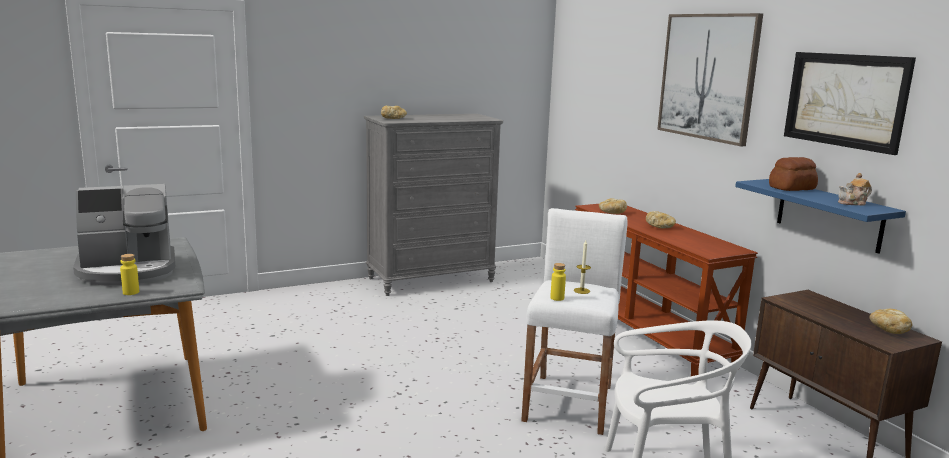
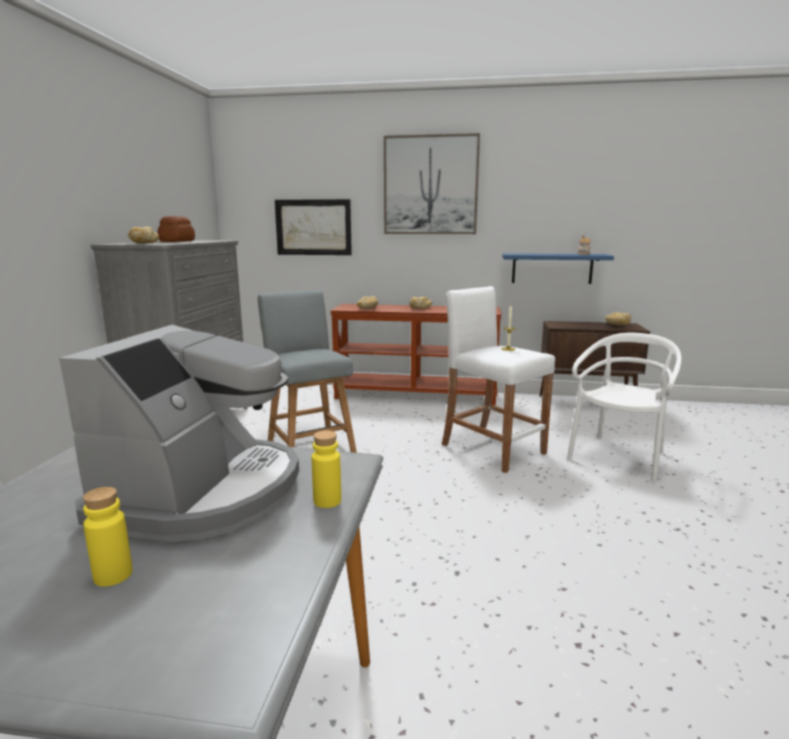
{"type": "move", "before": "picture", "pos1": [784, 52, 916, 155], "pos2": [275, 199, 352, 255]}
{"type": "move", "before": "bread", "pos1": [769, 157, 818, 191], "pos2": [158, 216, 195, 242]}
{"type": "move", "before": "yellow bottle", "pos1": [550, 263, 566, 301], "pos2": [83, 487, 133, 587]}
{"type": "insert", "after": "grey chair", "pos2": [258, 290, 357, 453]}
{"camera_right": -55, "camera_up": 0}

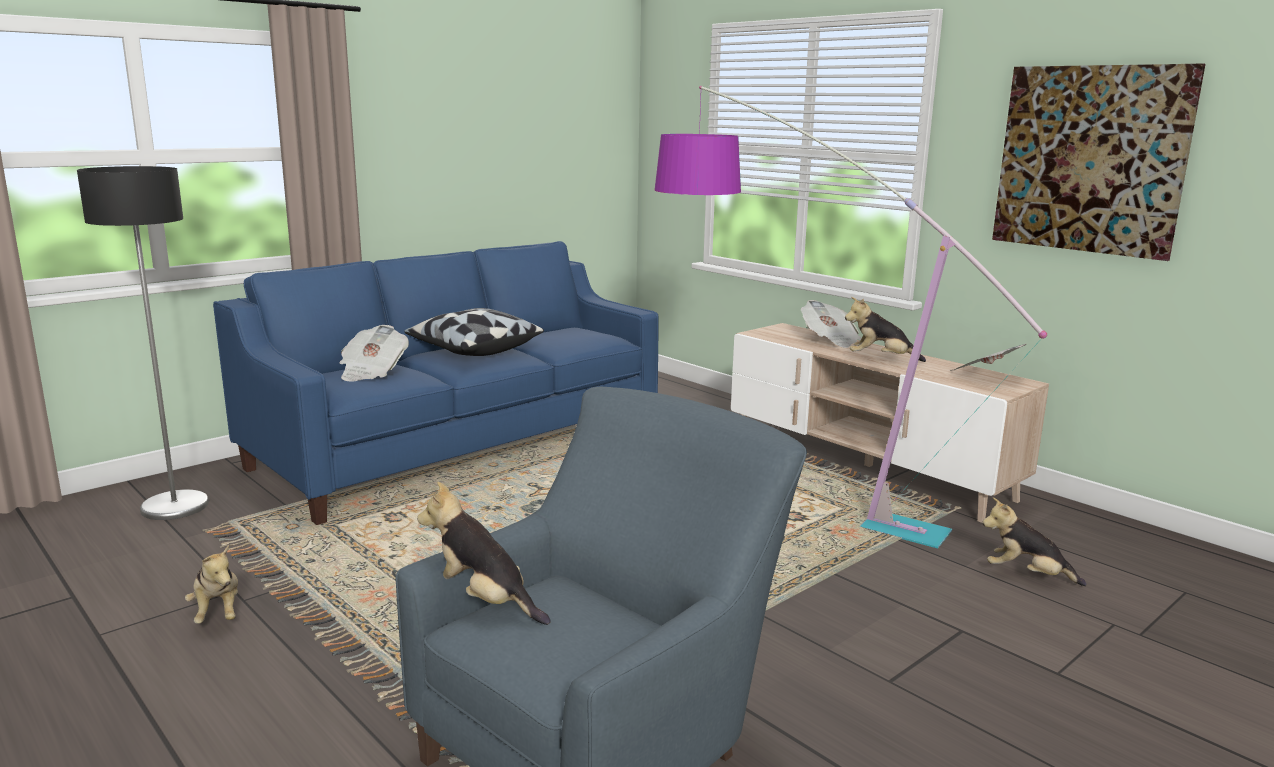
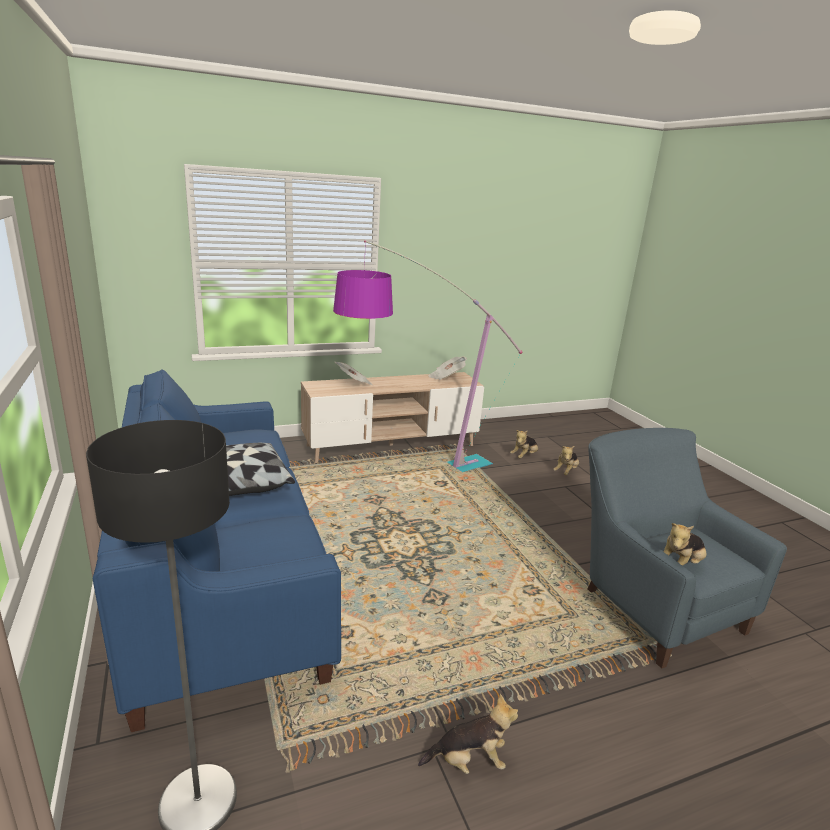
{"type": "delete", "before": "picture", "pos1": [992, 64, 1206, 261]}
{"type": "move", "before": "plush toy", "pos1": [845, 297, 926, 362], "pos2": [553, 446, 579, 475]}
{"type": "delete", "before": "newspaper", "pos1": [340, 325, 409, 382]}
{"camera_right": -70, "camera_up": 5}

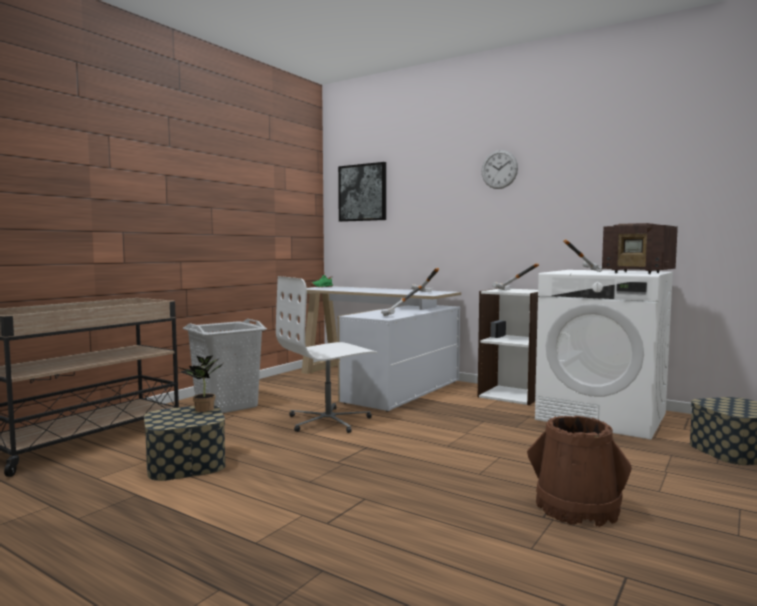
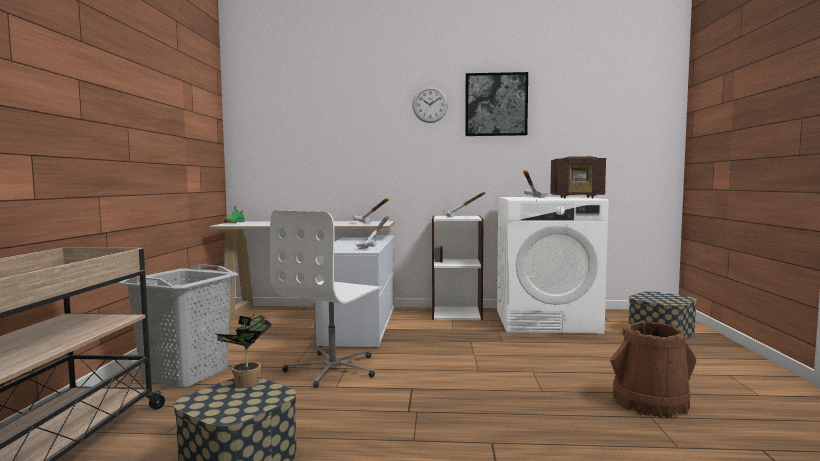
{"type": "move", "before": "picture", "pos1": [338, 162, 386, 222], "pos2": [465, 72, 528, 136]}
{"camera_right": -30, "camera_up": 0}

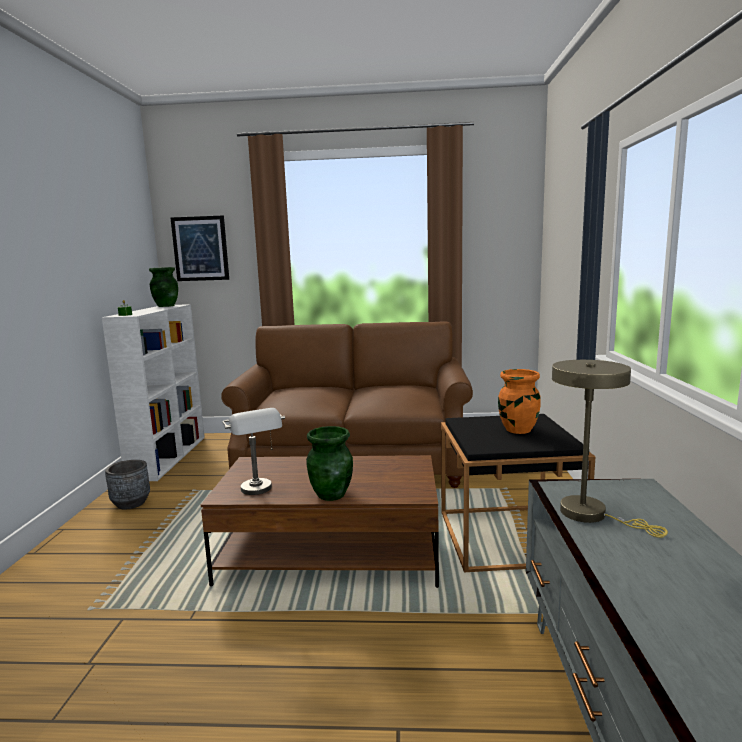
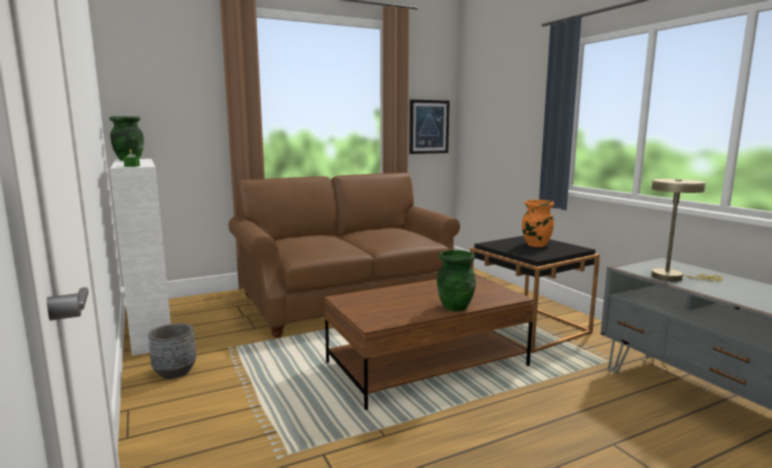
{"type": "move", "before": "picture", "pos1": [170, 215, 229, 281], "pos2": [409, 99, 450, 154]}
{"type": "delete", "before": "grey table lamp", "pos1": [222, 408, 285, 495]}
{"camera_right": -30, "camera_up": 0}

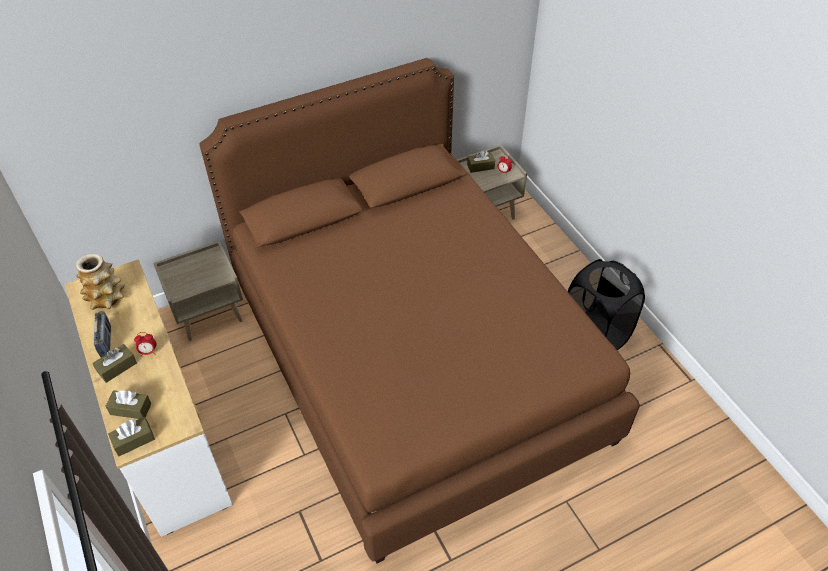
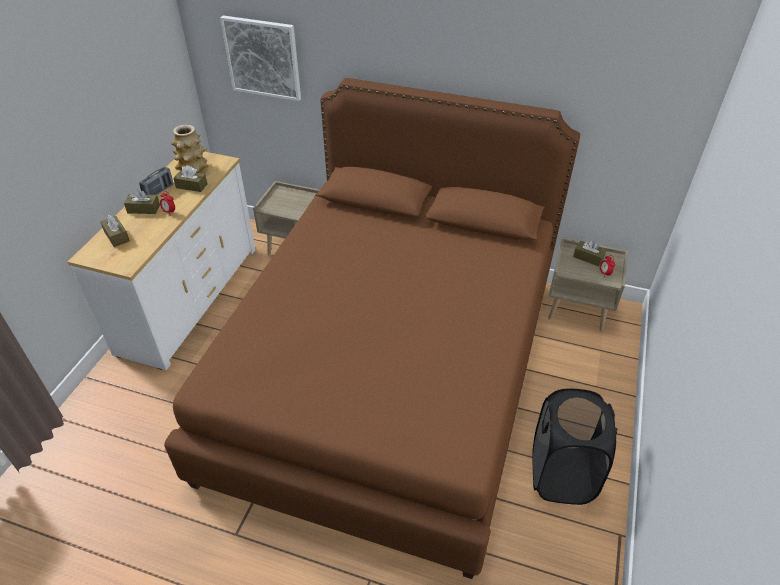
{"type": "move", "before": "brown tissue box", "pos1": [108, 417, 155, 456], "pos2": [173, 165, 208, 192]}
{"type": "insert", "after": "picture", "pos2": [220, 15, 301, 101]}
{"camera_right": 45, "camera_up": -5}

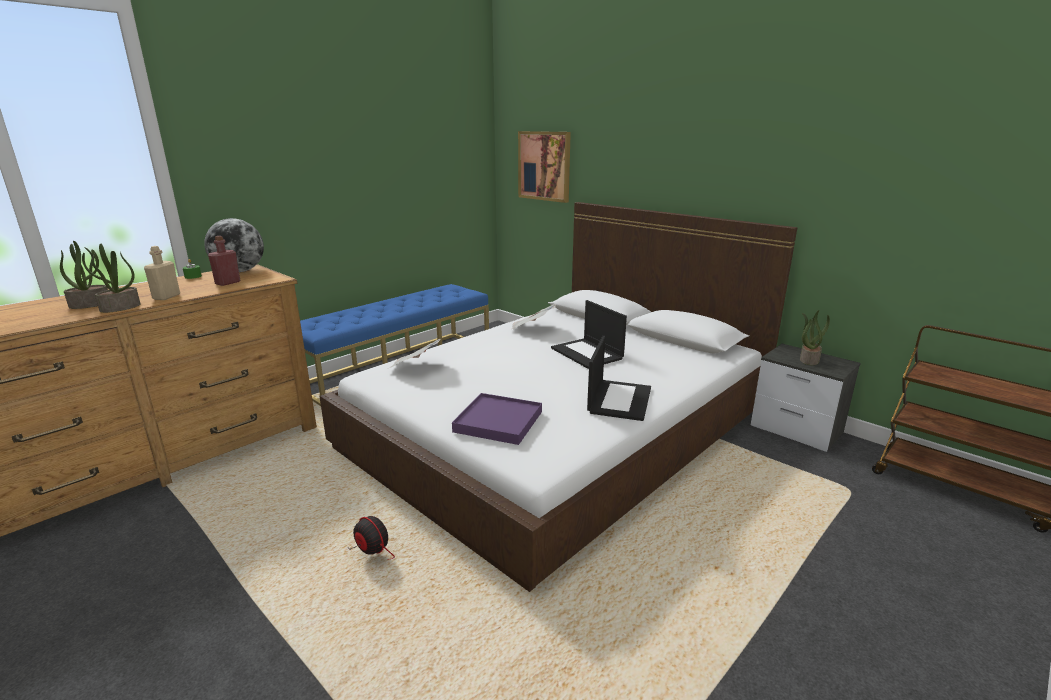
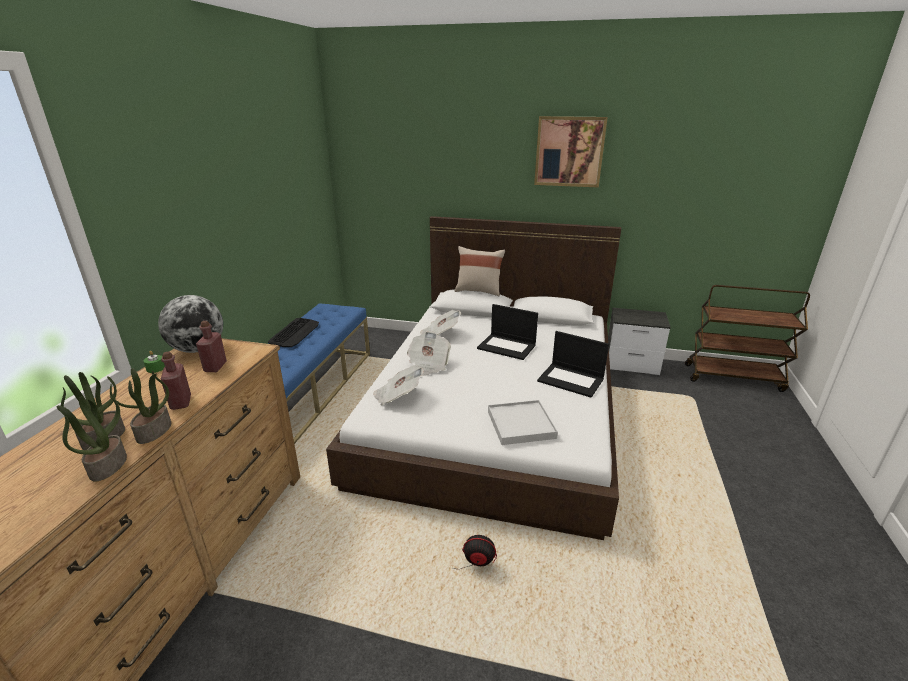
{"type": "move", "before": "picture", "pos1": [518, 131, 571, 203], "pos2": [534, 116, 608, 188]}
{"type": "recolor", "before": "beige bottle", "after": "red bottle", "pos1": [144, 246, 180, 300], "pos2": [161, 352, 191, 410]}
{"type": "move", "before": "potted plant", "pos1": [800, 310, 830, 365], "pos2": [56, 396, 127, 482]}
{"type": "rotate", "before": "laptop", "pos1": [587, 336, 651, 421], "pos2": [537, 331, 609, 398], "turn": 135}
{"type": "recolor", "before": "purple tray", "after": "white tray", "pos1": [452, 393, 542, 445], "pos2": [488, 400, 558, 445]}
{"type": "insert", "after": "beige pillow", "pos2": [455, 246, 505, 296]}
{"type": "insert", "after": "keyboard", "pos2": [268, 318, 319, 347]}
{"type": "insert", "after": "newspaper", "pos2": [407, 331, 451, 376]}
{"camera_right": -30, "camera_up": 5}

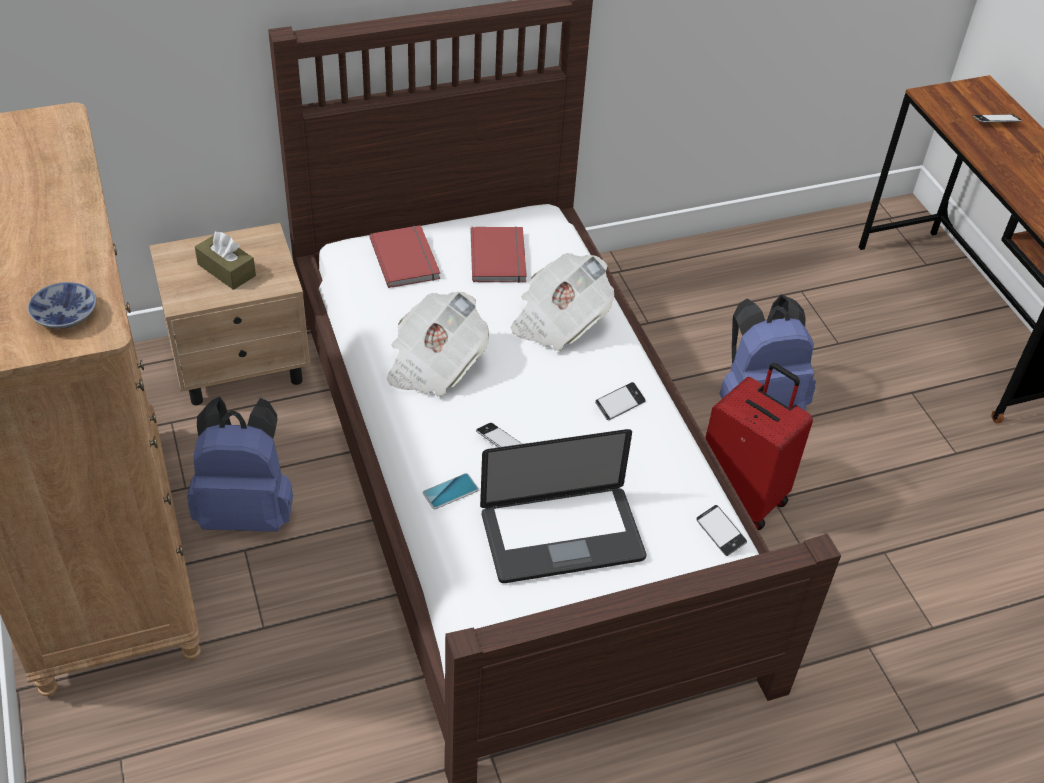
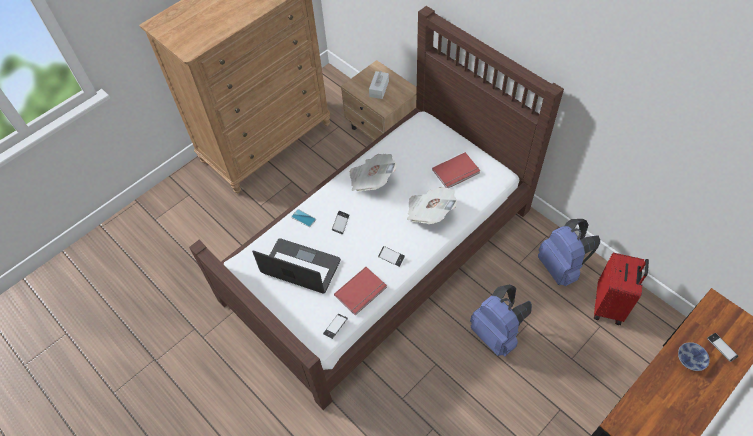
{"type": "move", "before": "red book", "pos1": [370, 225, 440, 288], "pos2": [334, 267, 387, 315]}
{"type": "recolor", "before": "brown tissue box", "after": "white tissue box", "pos1": [195, 232, 256, 290], "pos2": [369, 71, 389, 99]}
{"type": "move", "before": "bowl", "pos1": [28, 282, 96, 329], "pos2": [678, 342, 710, 371]}
{"type": "move", "before": "red suitcase", "pos1": [705, 363, 813, 530], "pos2": [594, 253, 649, 325]}
{"type": "move", "before": "blue backpack", "pos1": [187, 396, 293, 532], "pos2": [538, 219, 600, 286]}
{"type": "rotate", "before": "laptop", "pos1": [480, 429, 646, 583], "pos2": [252, 238, 341, 294], "turn": 150}
{"camera_right": 70, "camera_up": 10}

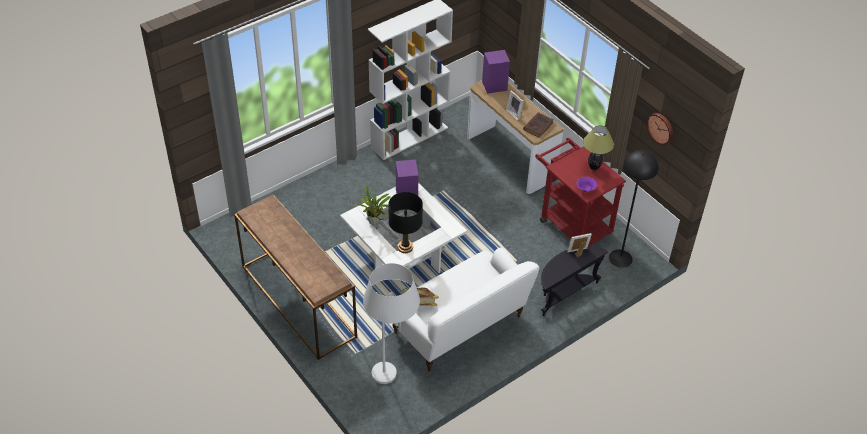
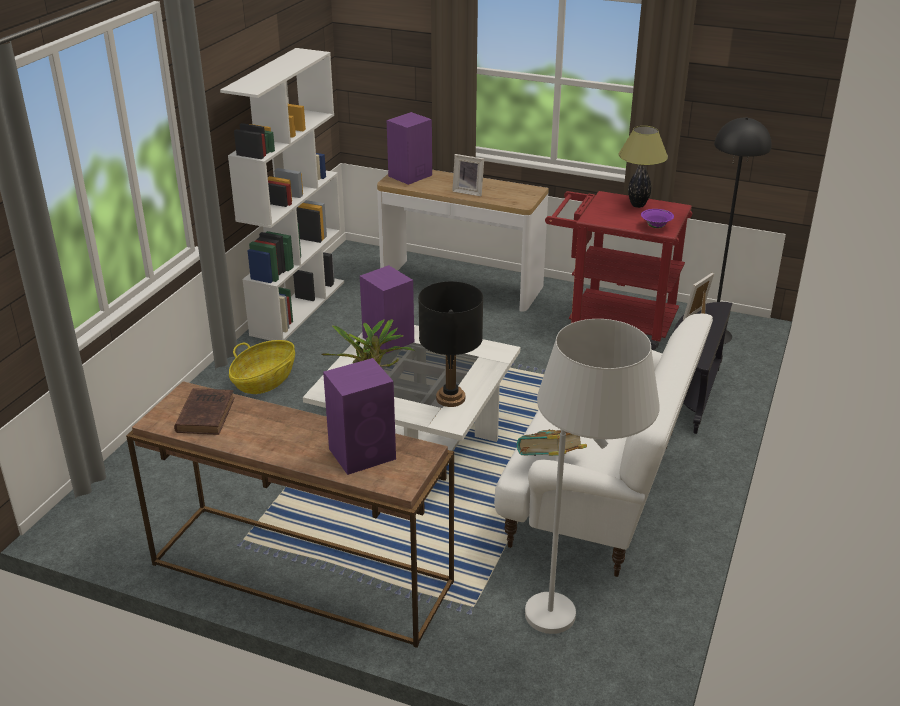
{"type": "move", "before": "brown book", "pos1": [523, 112, 554, 137], "pos2": [174, 388, 235, 435]}
{"type": "delete", "before": "wall clock", "pos1": [646, 113, 673, 145]}
{"type": "insert", "after": "basket", "pos2": [229, 340, 295, 394]}
{"type": "insert", "after": "purple speaker", "pos2": [323, 358, 396, 475]}
{"camera_right": -30, "camera_up": -15}

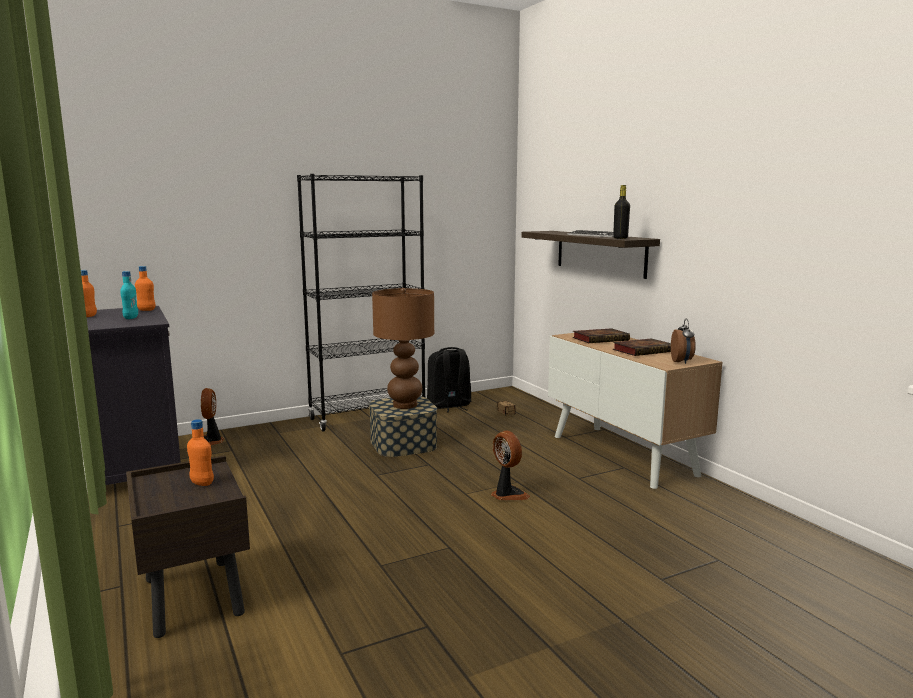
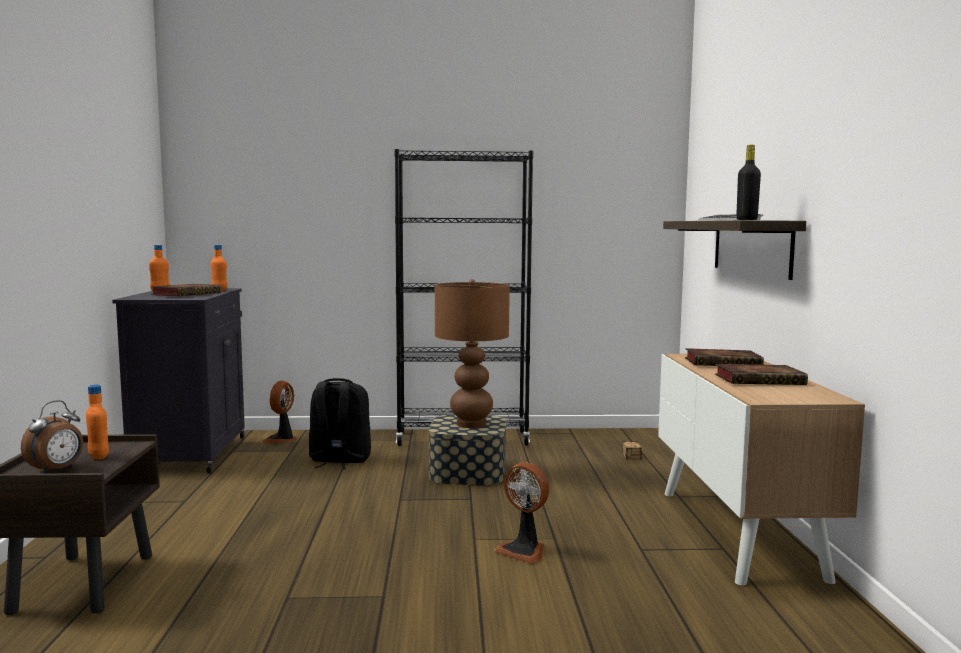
{"type": "replace", "before": "turquoise bottle", "after": "book", "pos1": [120, 271, 138, 319], "pos2": [151, 284, 221, 296]}
{"type": "move", "before": "alarm clock", "pos1": [671, 319, 696, 364], "pos2": [21, 400, 83, 473]}
{"type": "move", "before": "black backpack", "pos1": [427, 347, 472, 413], "pos2": [309, 378, 371, 469]}
{"type": "rotate", "before": "fan", "pos1": [491, 431, 530, 500], "pos2": [494, 462, 549, 564], "turn": 135}
{"camera_right": 25, "camera_up": -5}

